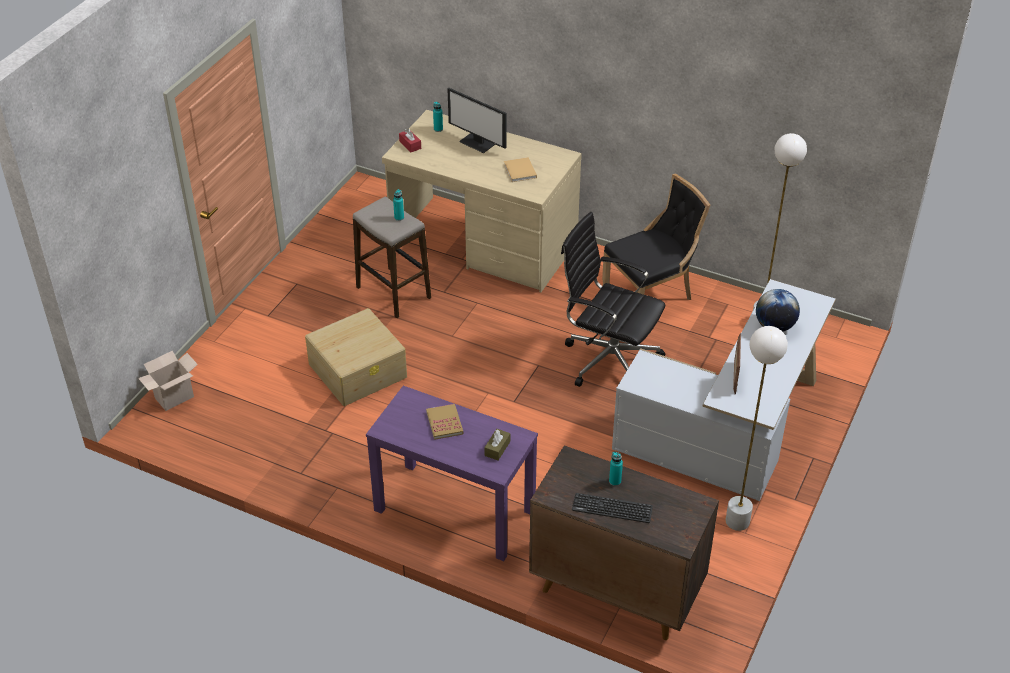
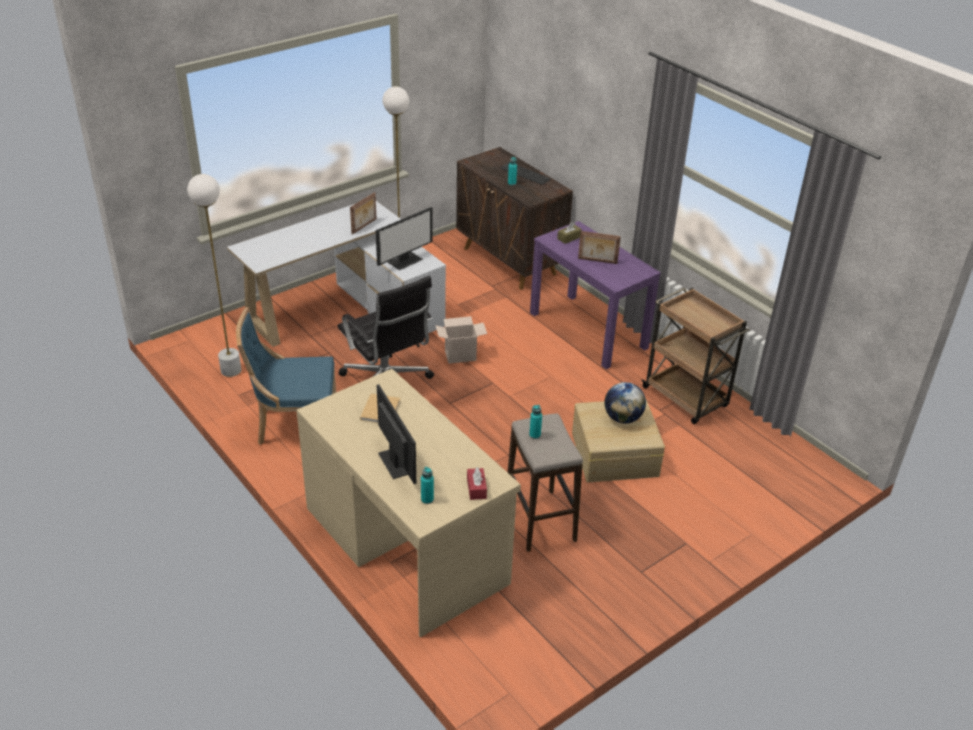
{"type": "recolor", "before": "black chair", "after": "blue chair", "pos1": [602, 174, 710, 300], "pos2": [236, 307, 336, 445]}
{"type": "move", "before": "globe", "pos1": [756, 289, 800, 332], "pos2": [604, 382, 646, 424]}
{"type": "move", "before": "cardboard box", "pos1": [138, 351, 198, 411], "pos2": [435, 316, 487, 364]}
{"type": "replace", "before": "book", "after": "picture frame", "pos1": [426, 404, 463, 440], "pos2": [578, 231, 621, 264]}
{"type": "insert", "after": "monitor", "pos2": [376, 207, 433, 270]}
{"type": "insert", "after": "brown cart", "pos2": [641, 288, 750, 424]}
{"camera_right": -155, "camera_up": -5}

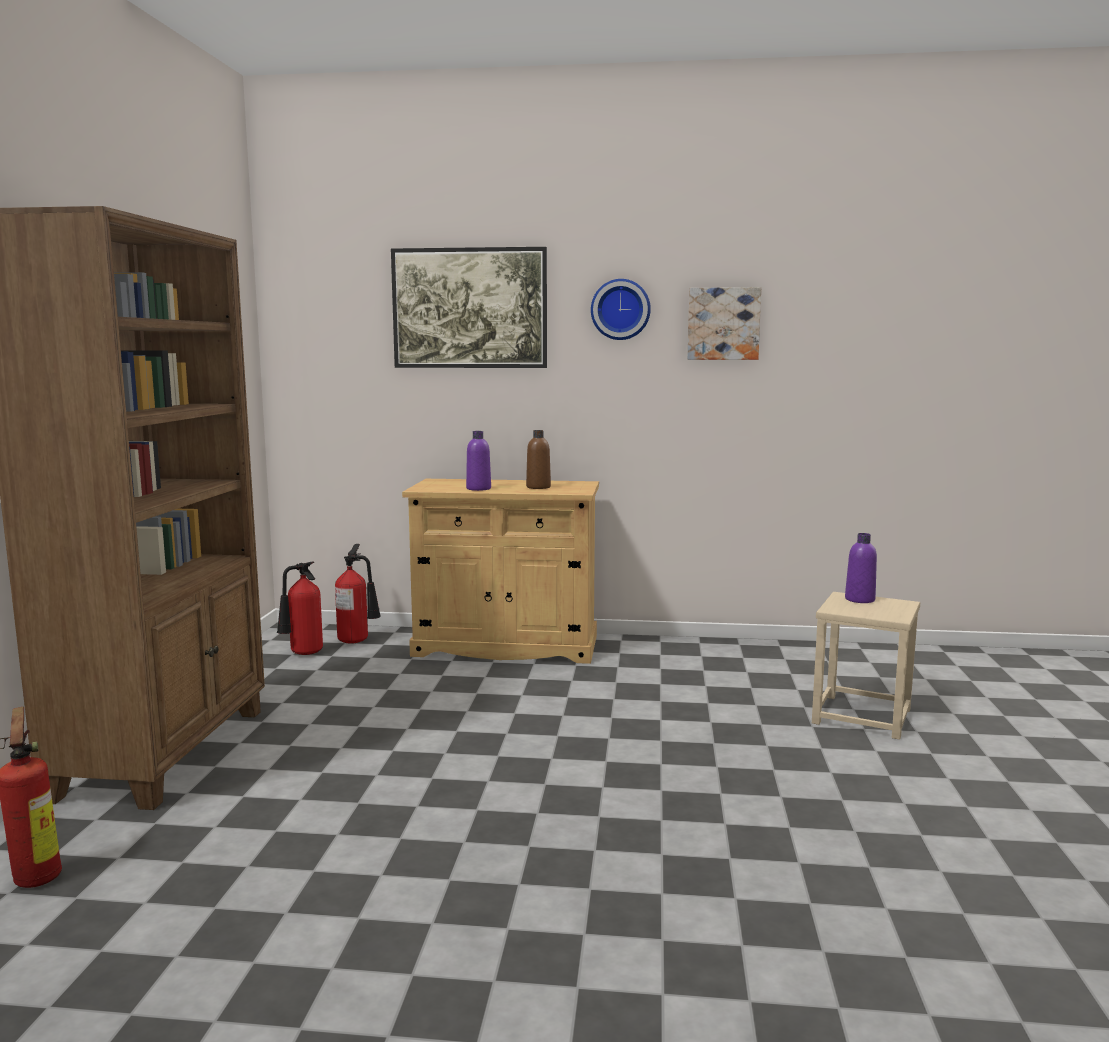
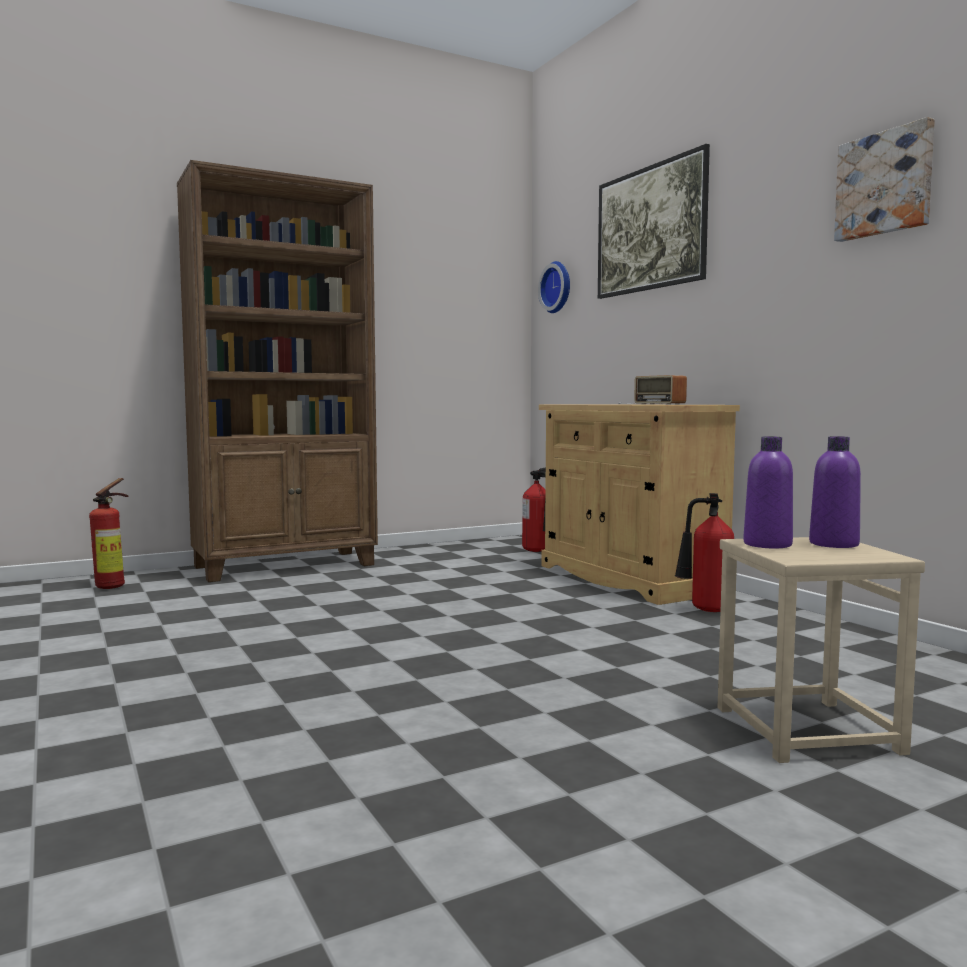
{"type": "move", "before": "wall clock", "pos1": [591, 279, 651, 340], "pos2": [538, 261, 570, 313]}
{"type": "replace", "before": "brown bottle", "after": "radio", "pos1": [526, 430, 551, 489], "pos2": [618, 375, 687, 405]}
{"type": "move", "before": "purple bottle", "pos1": [466, 431, 491, 491], "pos2": [743, 437, 793, 548]}
{"type": "move", "before": "fire extinguisher", "pos1": [277, 562, 323, 655], "pos2": [675, 493, 734, 612]}
{"camera_right": 55, "camera_up": -5}

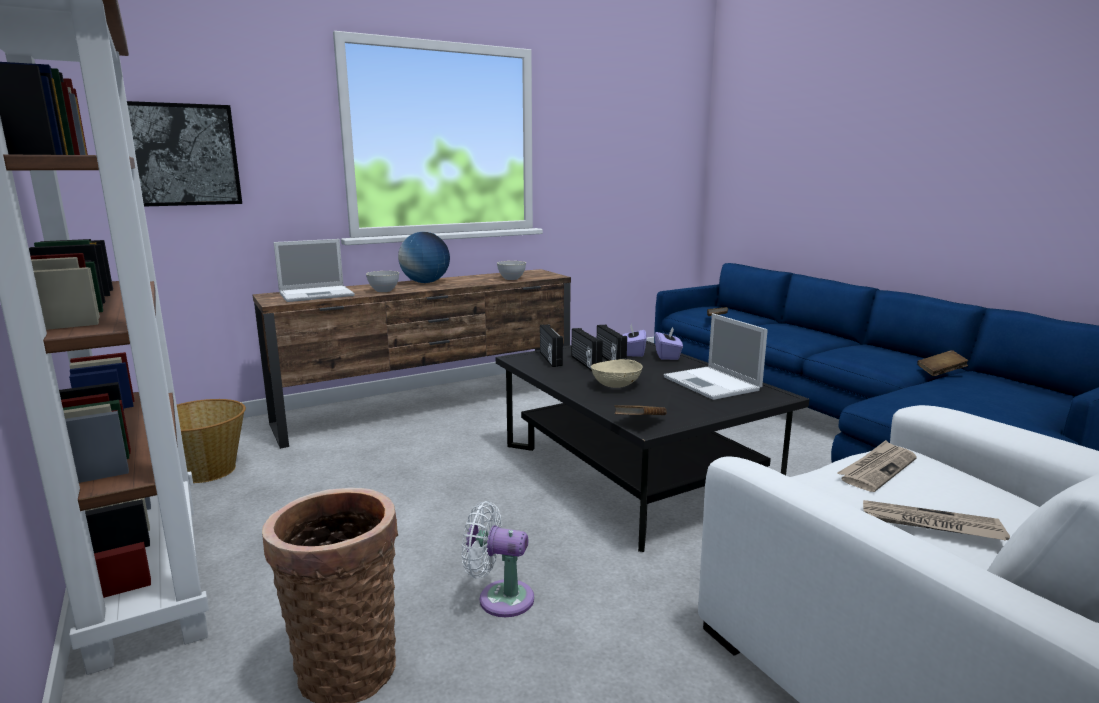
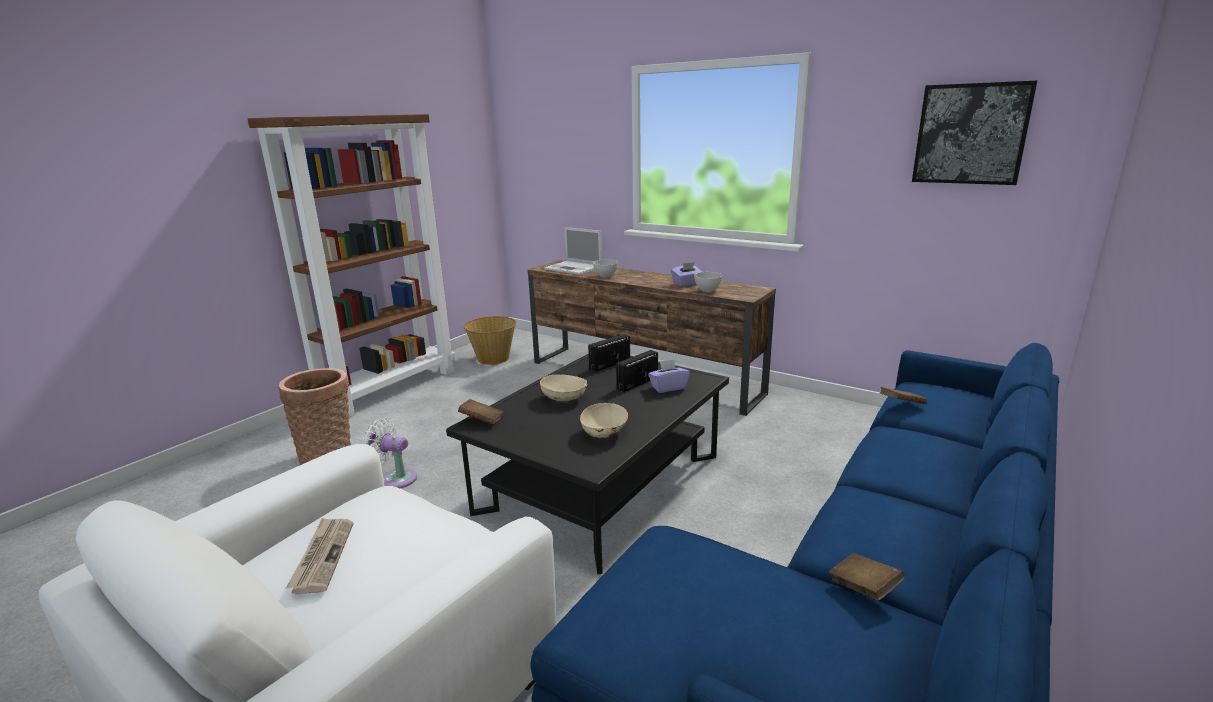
{"type": "move", "before": "picture", "pos1": [127, 101, 242, 207], "pos2": [912, 81, 1037, 185]}
{"type": "delete", "before": "globe", "pos1": [398, 232, 450, 283]}
{"type": "replace", "before": "laptop", "after": "beige bowl", "pos1": [664, 313, 768, 400], "pos2": [580, 403, 629, 438]}
{"type": "move", "before": "purple tissue box", "pos1": [655, 326, 683, 360], "pos2": [671, 262, 702, 286]}
{"type": "delete", "before": "radio", "pos1": [571, 328, 603, 371]}
{"type": "delete", "before": "newspaper", "pos1": [838, 440, 917, 492]}
{"type": "rotate", "before": "white fan", "pos1": [461, 501, 534, 617], "pos2": [363, 418, 417, 488], "turn": -60}
{"camera_right": 65, "camera_up": 5}

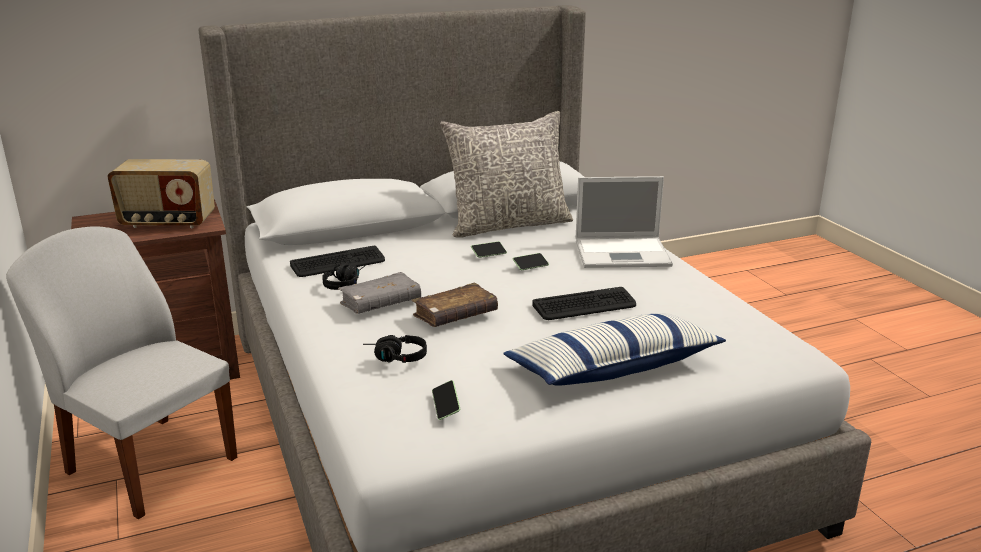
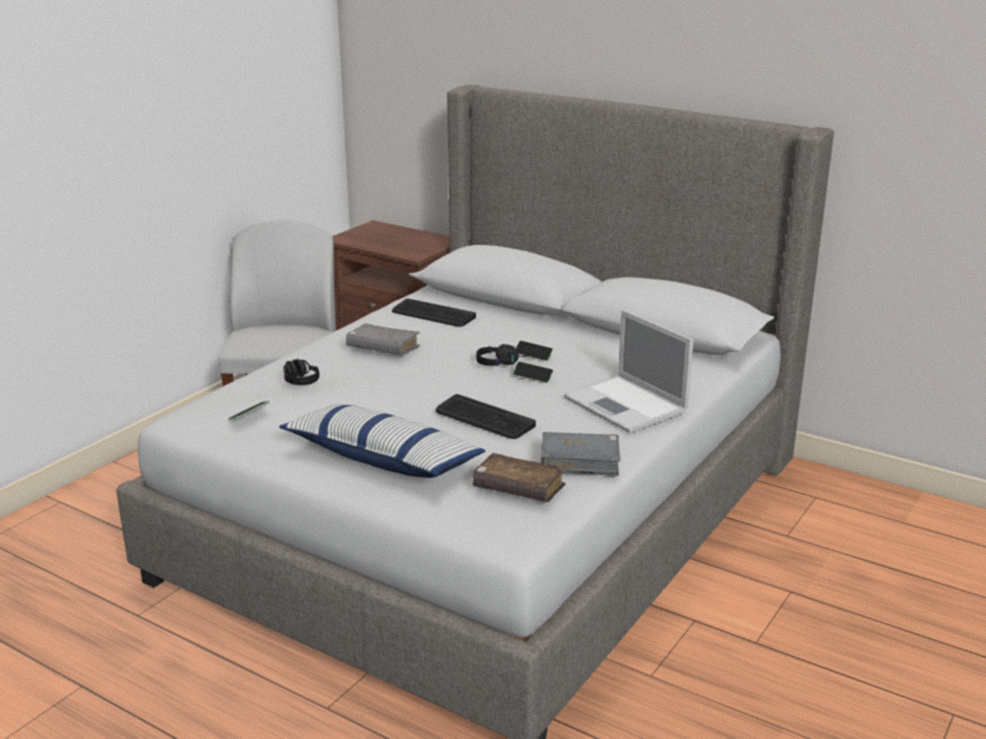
{"type": "delete", "before": "grey pillow", "pos1": [440, 111, 573, 238]}
{"type": "delete", "before": "radio", "pos1": [107, 159, 215, 228]}
{"type": "move", "before": "black headphones", "pos1": [322, 263, 365, 290], "pos2": [476, 344, 530, 366]}
{"type": "move", "before": "brown book", "pos1": [412, 283, 498, 327], "pos2": [473, 453, 566, 502]}
{"type": "insert", "after": "grey book", "pos2": [541, 432, 620, 476]}
{"camera_right": 55, "camera_up": 0}

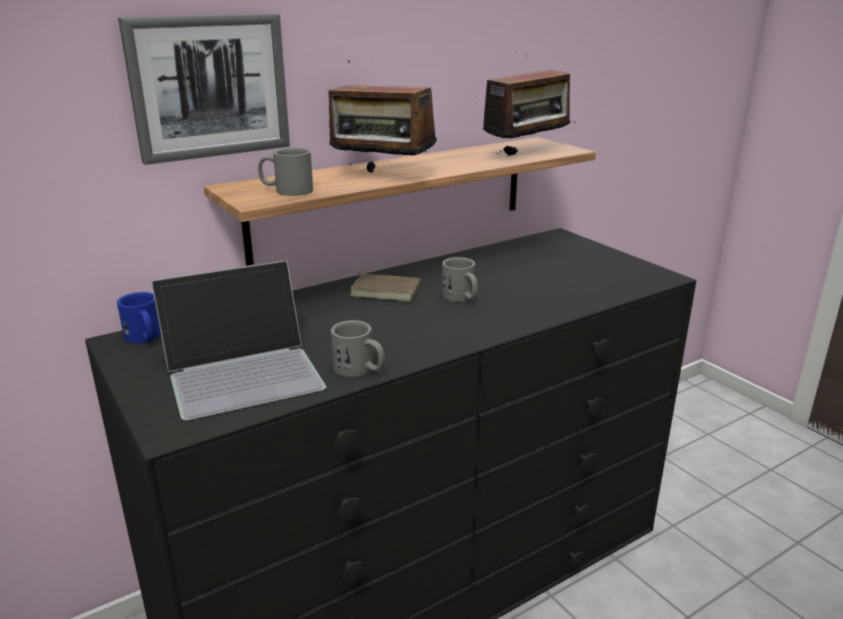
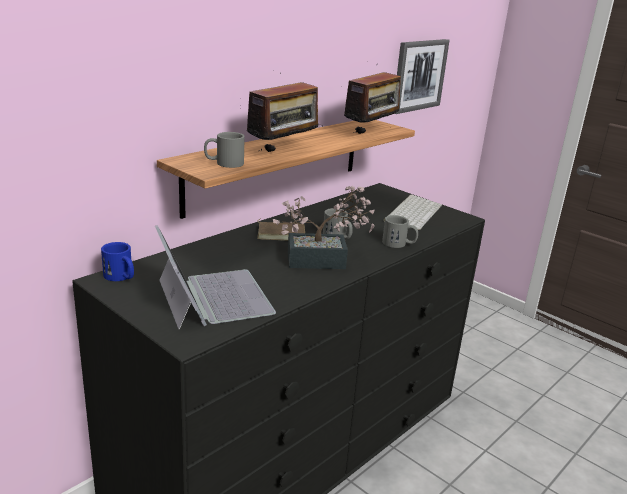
{"type": "move", "before": "picture", "pos1": [118, 14, 290, 165], "pos2": [394, 39, 450, 114]}
{"type": "rotate", "before": "radio", "pos1": [329, 61, 437, 173], "pos2": [240, 73, 323, 152], "turn": -60}
{"type": "rotate", "before": "laptop", "pos1": [151, 260, 326, 421], "pos2": [155, 225, 276, 329], "turn": -75}
{"type": "move", "before": "grey mug", "pos1": [331, 320, 385, 377], "pos2": [382, 215, 418, 248]}
{"type": "insert", "after": "potted plant", "pos2": [273, 186, 375, 269]}
{"type": "insert", "after": "keyboard", "pos2": [383, 195, 442, 230]}
{"camera_right": -15, "camera_up": 0}

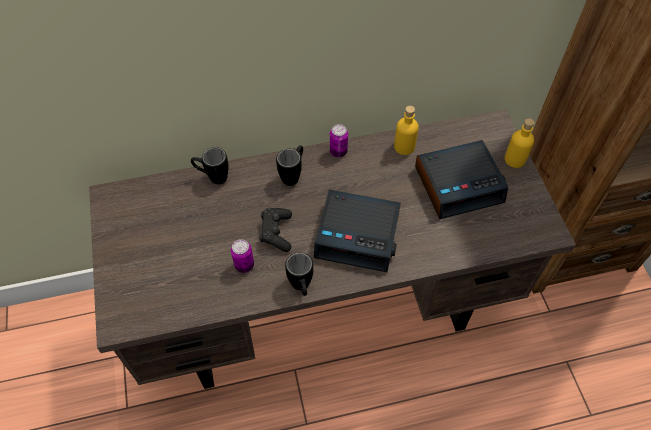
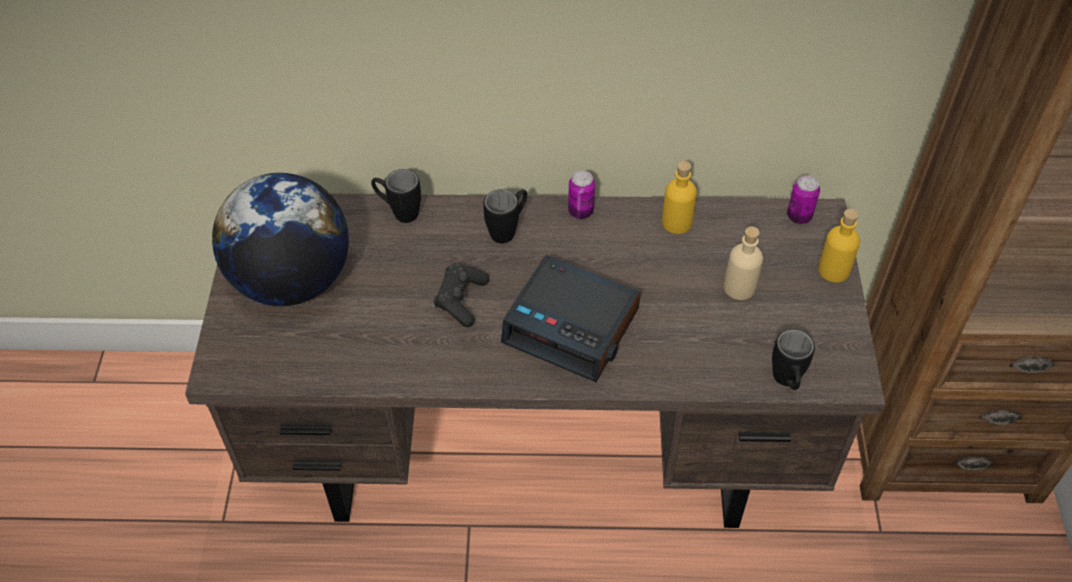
{"type": "replace", "before": "alarm clock", "after": "beige bottle", "pos1": [415, 140, 508, 219], "pos2": [724, 227, 763, 300]}
{"type": "move", "before": "can", "pos1": [231, 239, 254, 273], "pos2": [787, 175, 820, 224]}
{"type": "move", "before": "black mug", "pos1": [285, 252, 313, 296], "pos2": [772, 329, 815, 390]}
{"type": "insert", "after": "globe", "pos2": [212, 173, 349, 306]}
{"camera_right": 15, "camera_up": -5}

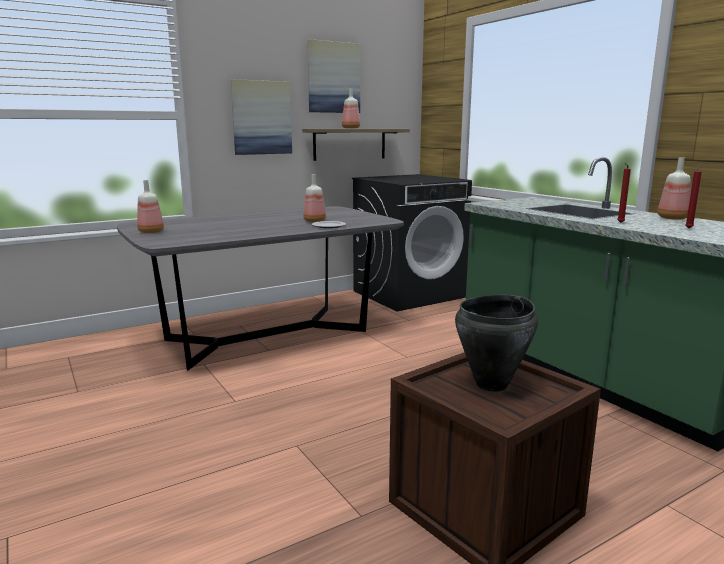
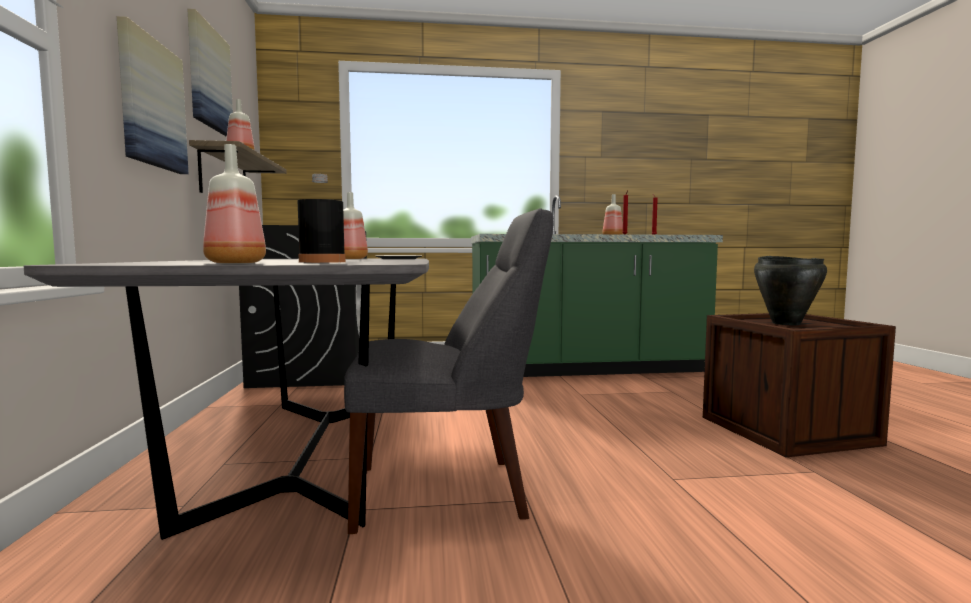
{"type": "insert", "after": "black bottle", "pos2": [298, 174, 346, 263]}
{"type": "insert", "after": "grey chair", "pos2": [344, 208, 554, 534]}
{"camera_right": -65, "camera_up": -10}

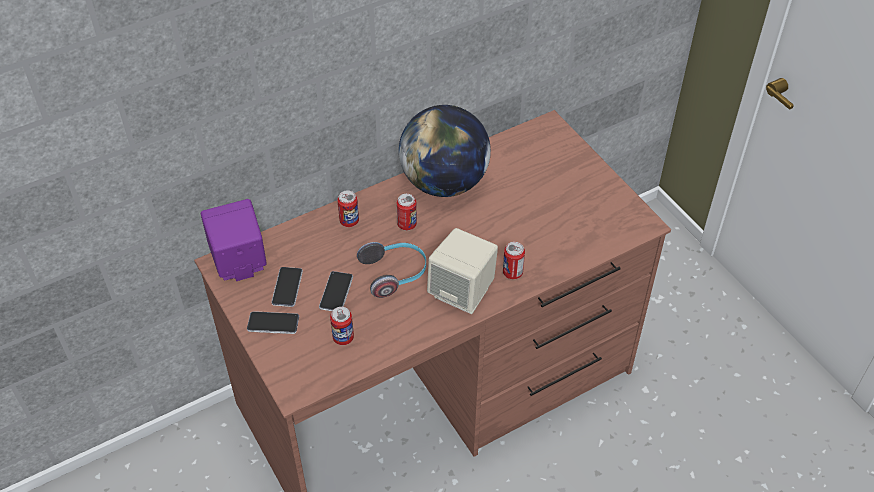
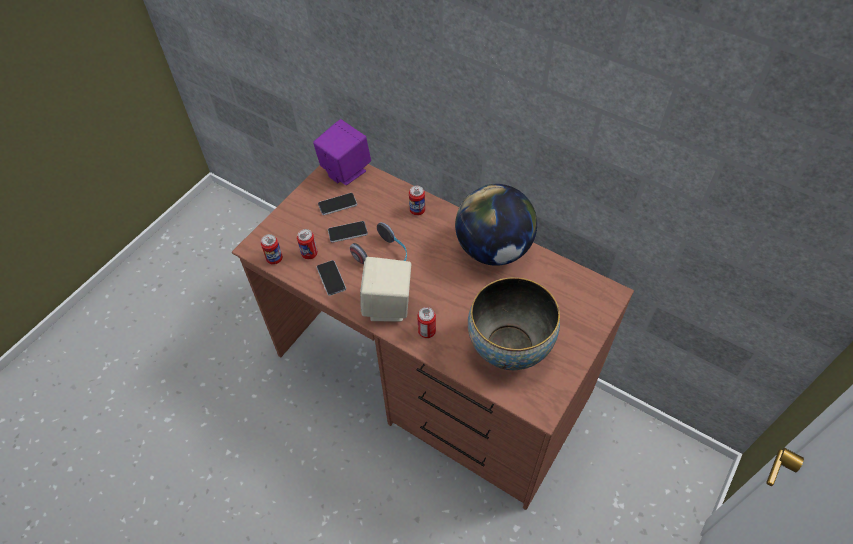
{"type": "move", "before": "can", "pos1": [396, 194, 417, 230], "pos2": [261, 234, 283, 265]}
{"type": "move", "before": "phone", "pos1": [247, 311, 299, 334], "pos2": [317, 260, 346, 296]}
{"type": "insert", "after": "bowl", "pos2": [468, 277, 560, 370]}
{"camera_right": 65, "camera_up": 5}

